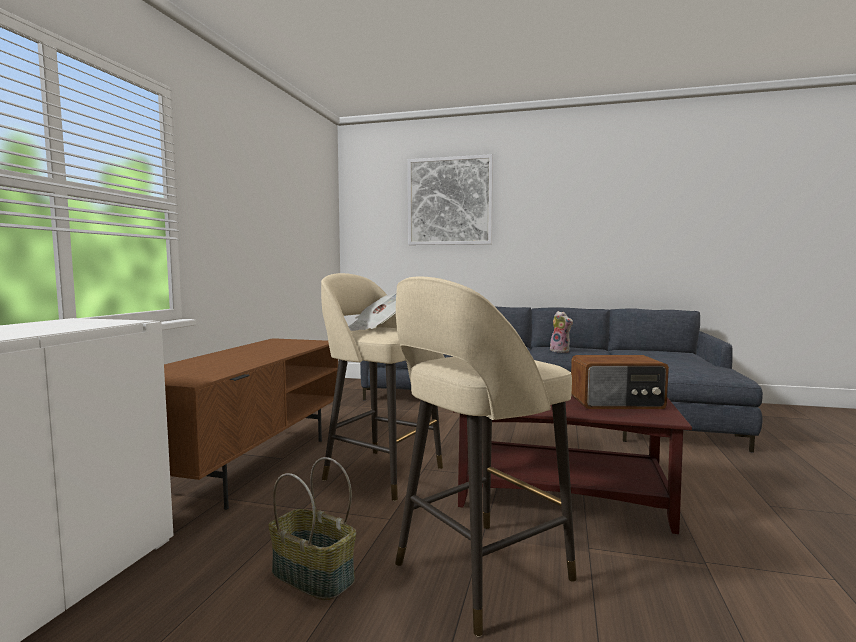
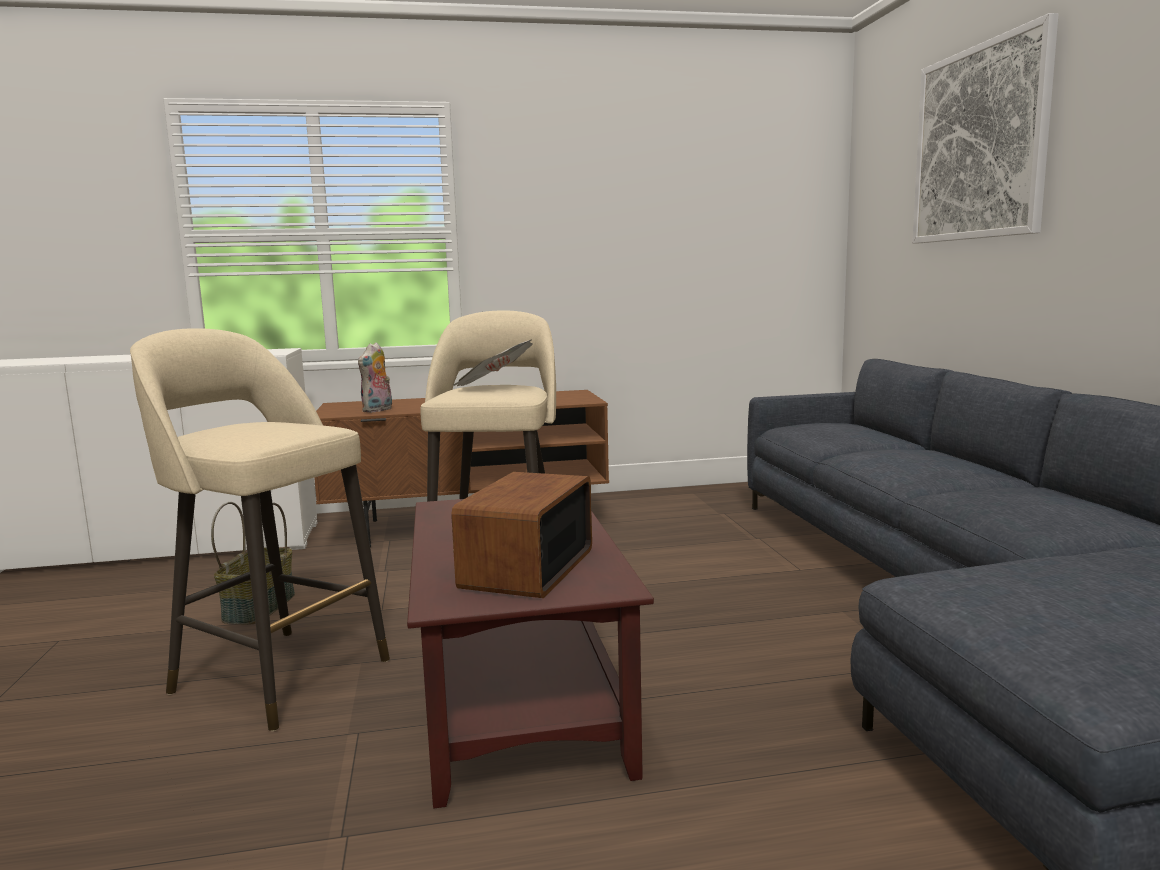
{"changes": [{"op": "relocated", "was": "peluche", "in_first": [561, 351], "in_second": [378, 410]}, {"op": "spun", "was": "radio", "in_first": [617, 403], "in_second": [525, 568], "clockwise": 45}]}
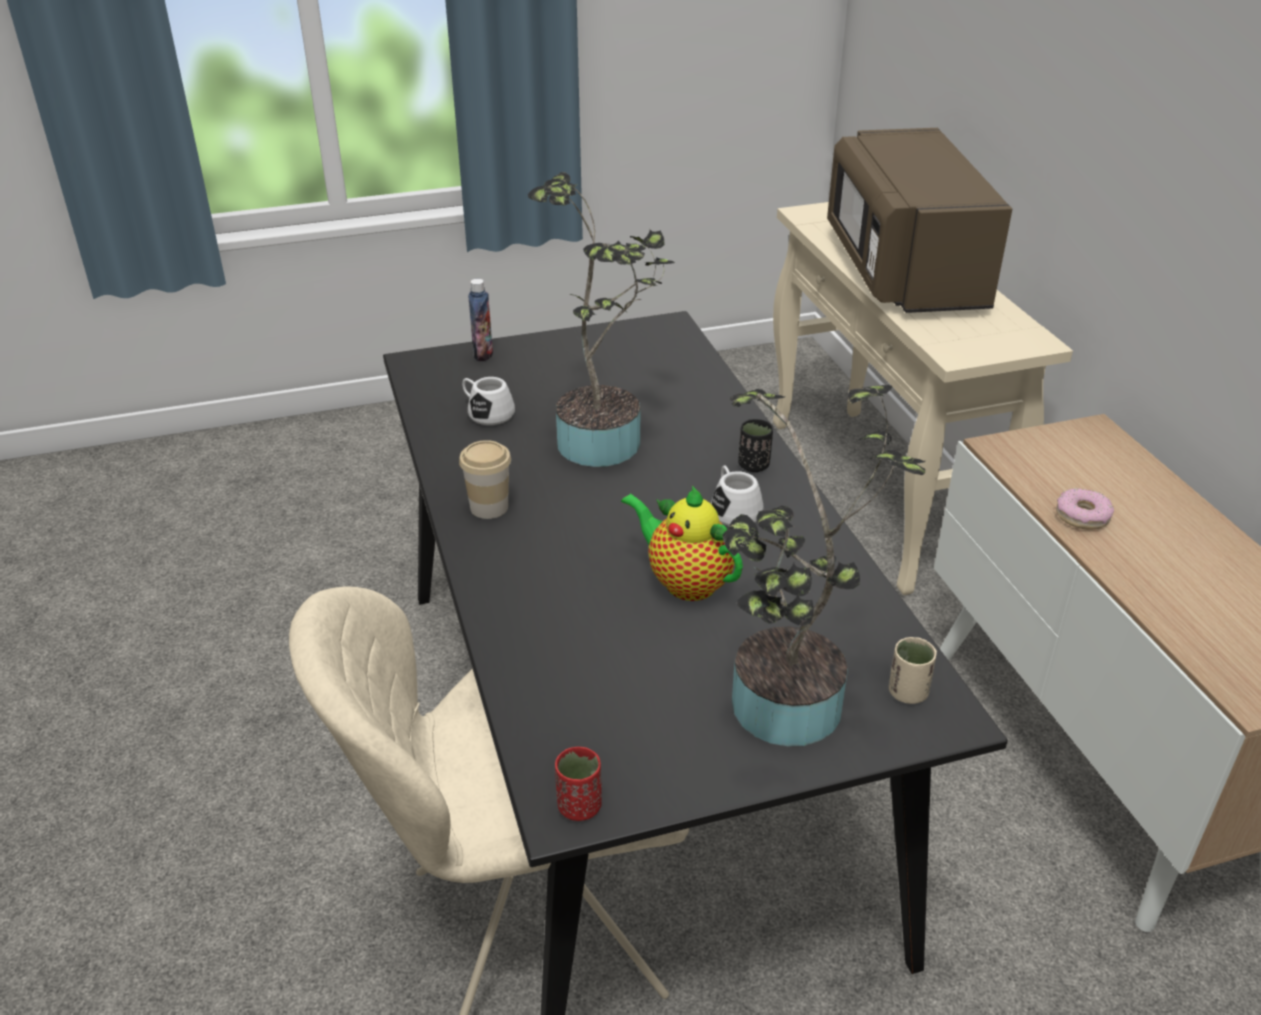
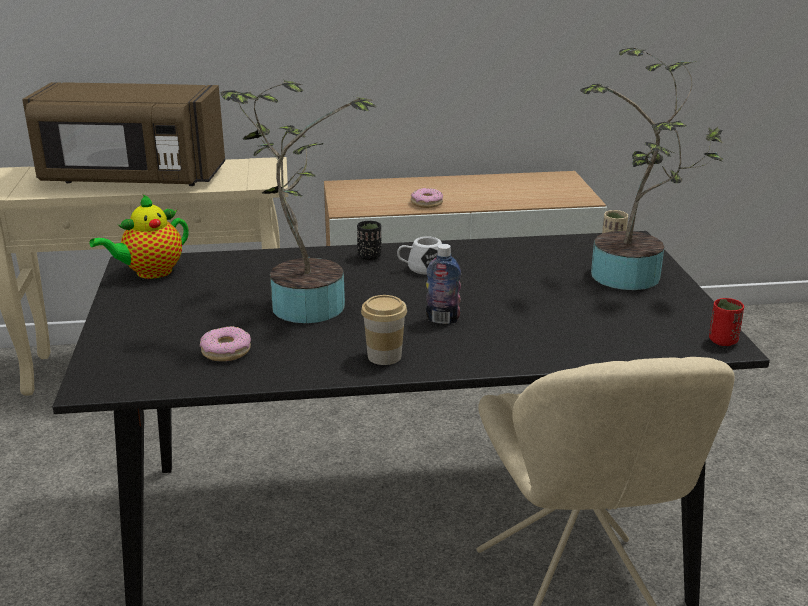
{"changes": [{"op": "relocated", "was": "tetera", "in_first": [685, 581], "in_second": [150, 272]}, {"op": "exchanged", "was": "taza grande (blanco)", "now": "rosquilla", "in_first": [486, 413], "in_second": [226, 351]}, {"op": "relocated", "was": "botella", "in_first": [483, 354], "in_second": [442, 319]}]}
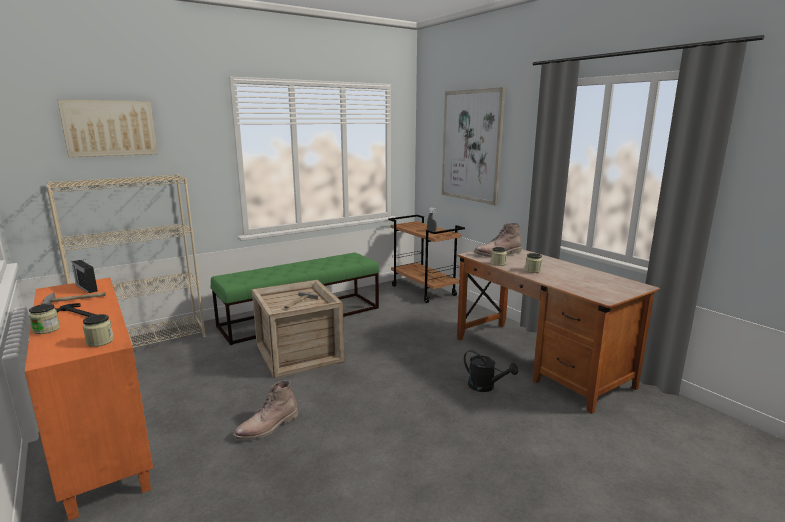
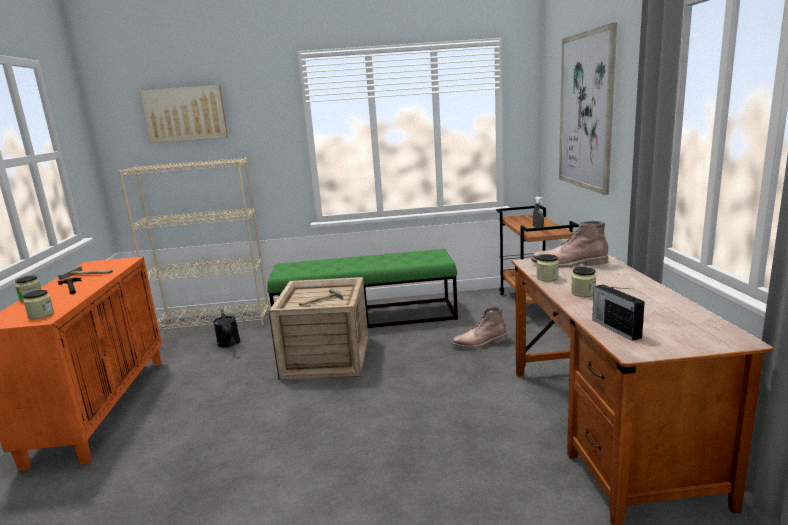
{"changes": [{"op": "relocated", "was": "regadera (negro)", "in_first": [486, 387], "in_second": [229, 344]}, {"op": "relocated", "was": "bota (marrón)", "in_first": [267, 427], "in_second": [479, 343]}, {"op": "relocated", "was": "radio", "in_first": [86, 287], "in_second": [615, 328]}]}
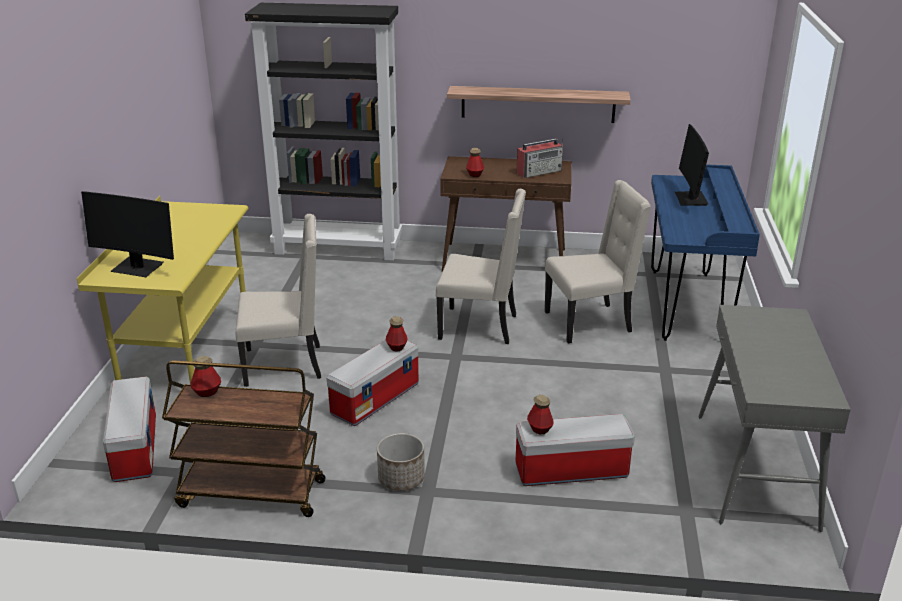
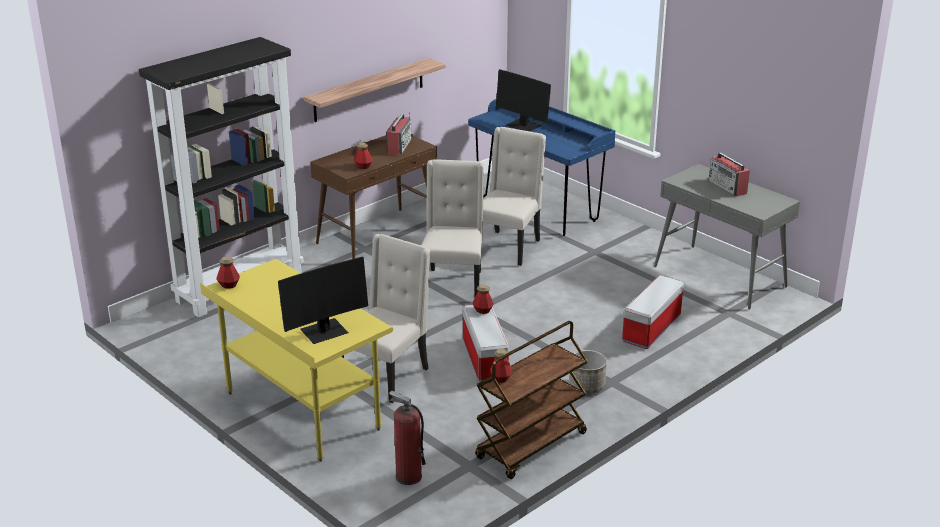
{"changes": [{"op": "relocated", "was": "botella", "in_first": [539, 429], "in_second": [228, 285]}, {"op": "exchanged", "was": "caja de almacenaje", "now": "extintor", "in_first": [134, 447], "in_second": [408, 476]}, {"op": "spun", "was": "silla (beis)", "in_first": [480, 326], "in_second": [452, 284], "clockwise": -45}, {"op": "appeared", "now": "radio", "in_second": [728, 187]}]}
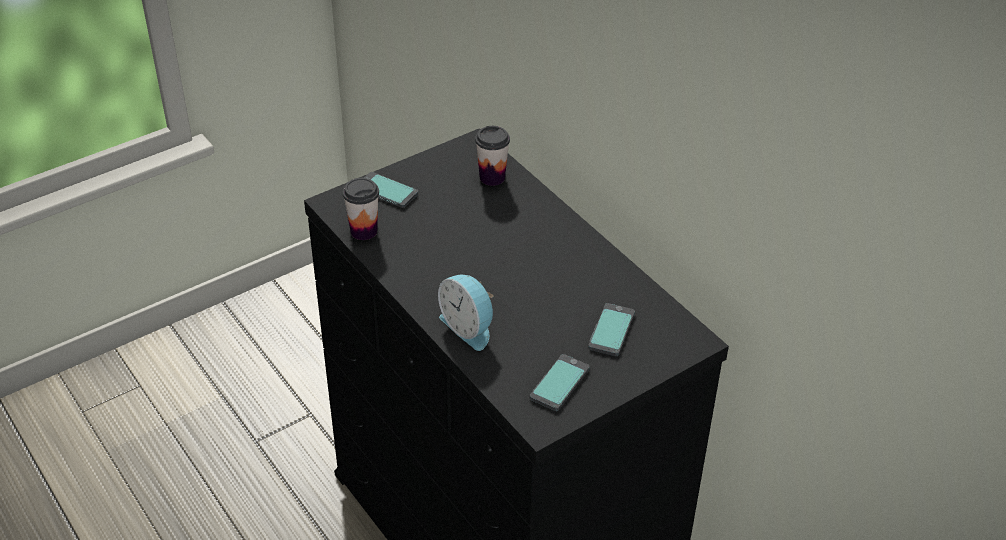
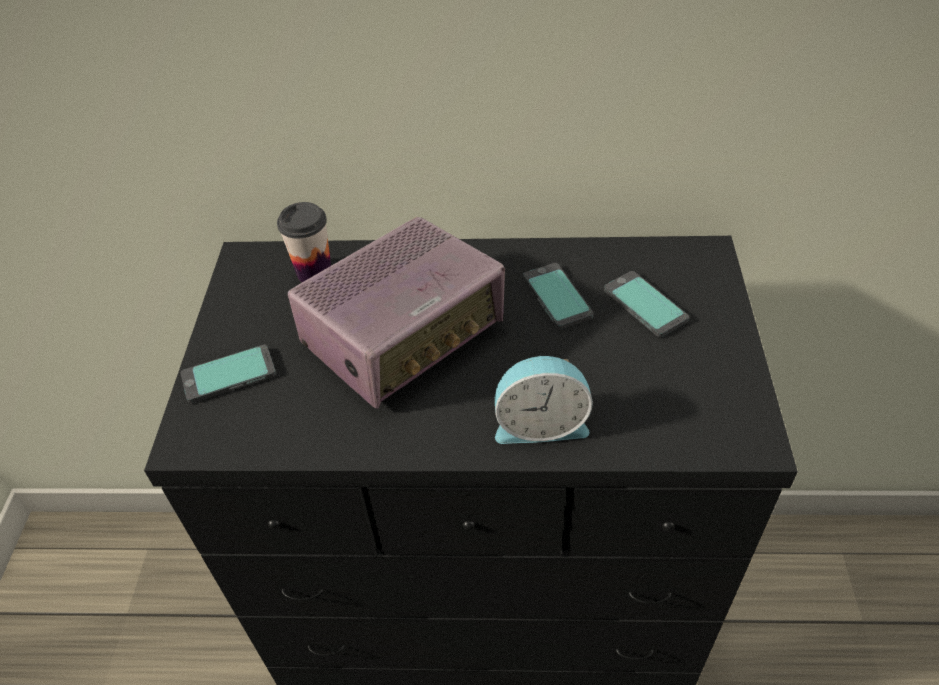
{"changes": [{"op": "appeared", "now": "radio", "in_second": [404, 334]}, {"op": "relocated", "was": "móvil", "in_first": [559, 383], "in_second": [556, 297]}, {"op": "missing", "was": "taza", "in_first": [364, 231]}]}
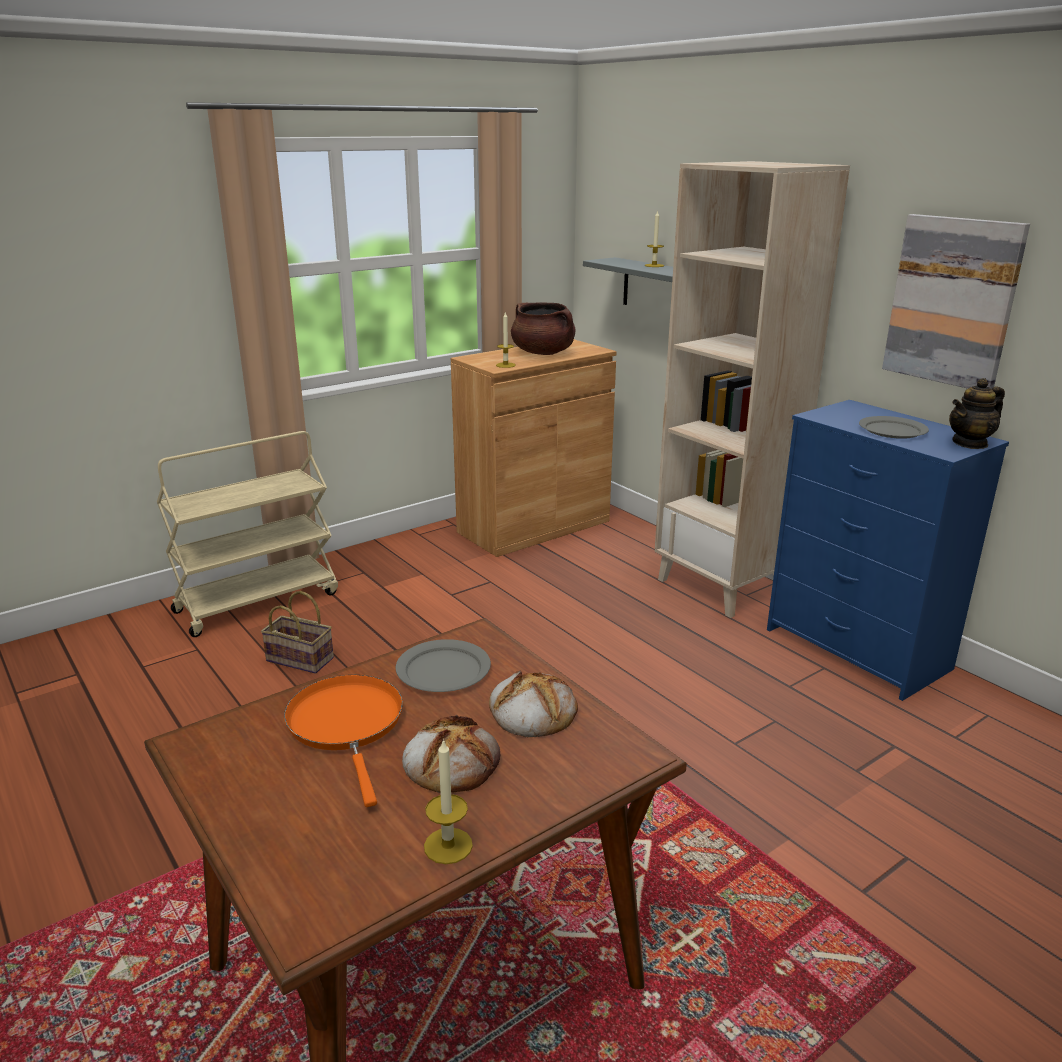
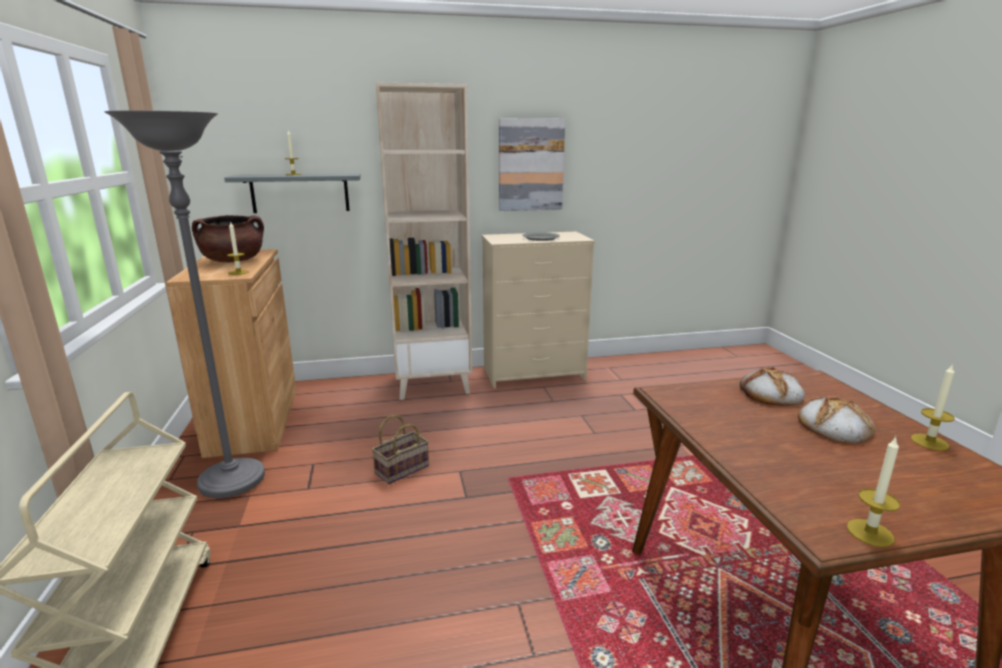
{"changes": [{"op": "appeared", "now": "lámpara de pie (gris)", "in_second": [232, 481]}, {"op": "relocated", "was": "cesta", "in_first": [302, 659], "in_second": [402, 468]}, {"op": "colour", "was": "cómoda (azul)", "now": "cómoda (beis)", "in_first": [858, 649], "in_second": [534, 373]}, {"op": "appeared", "now": "vela", "in_second": [870, 532]}, {"op": "missing", "was": "sartén (naranja)", "in_first": [347, 725]}, {"op": "missing", "was": "plato (gris)", "in_first": [443, 670]}, {"op": "missing", "was": "tetera", "in_first": [970, 443]}]}
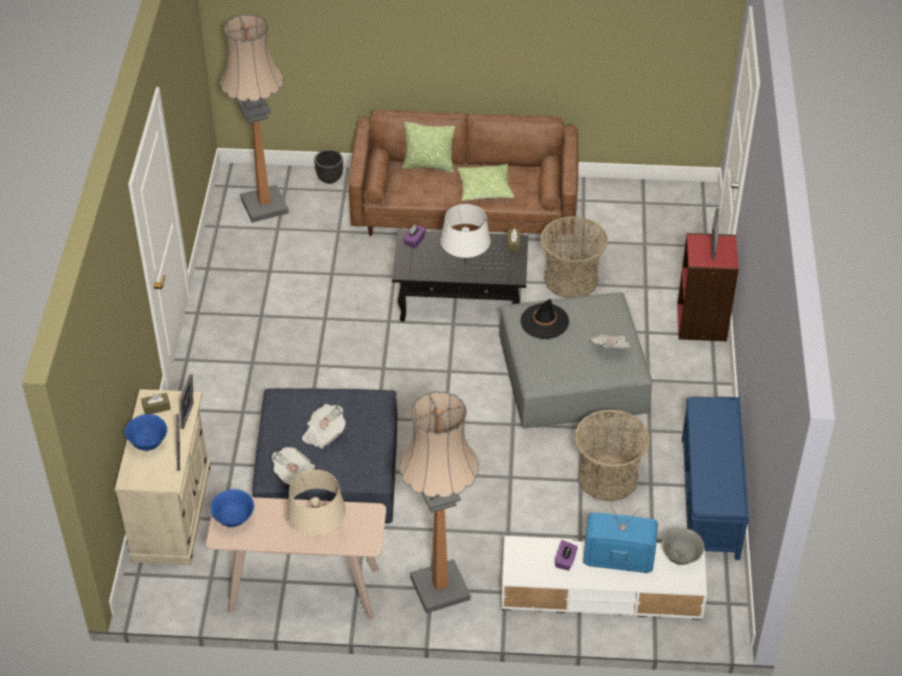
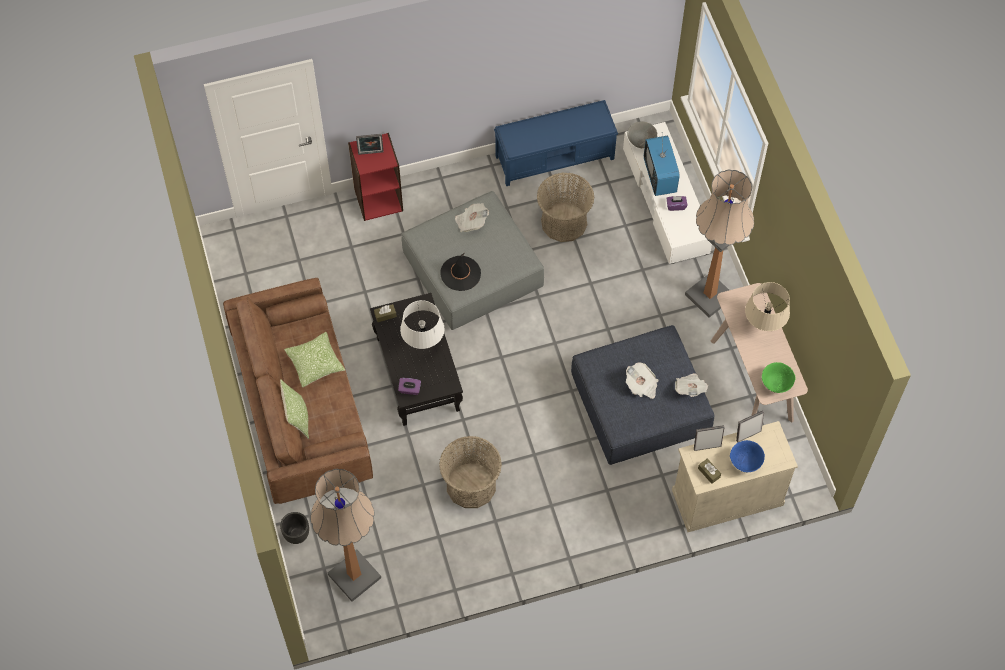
{"changes": [{"op": "relocated", "was": "cesta", "in_first": [571, 279], "in_second": [471, 485]}, {"op": "colour", "was": "cuenco (azul)", "now": "cuenco (verde)", "in_first": [234, 519], "in_second": [776, 384]}]}
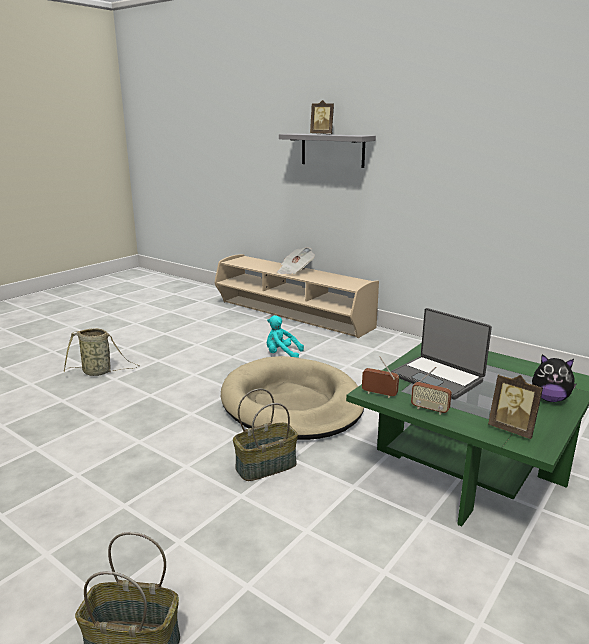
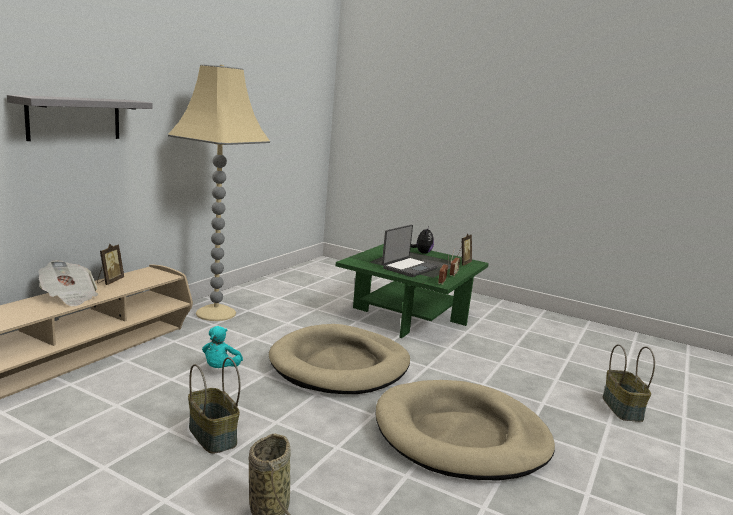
{"changes": [{"op": "relocated", "was": "portarretratos", "in_first": [322, 134], "in_second": [109, 281]}, {"op": "appeared", "now": "lámpara de pie (beis)", "in_second": [216, 313]}, {"op": "relocated", "was": "cesta", "in_first": [266, 465], "in_second": [211, 435]}, {"op": "appeared", "now": "cama para perro (beis)", "in_second": [461, 435]}]}
